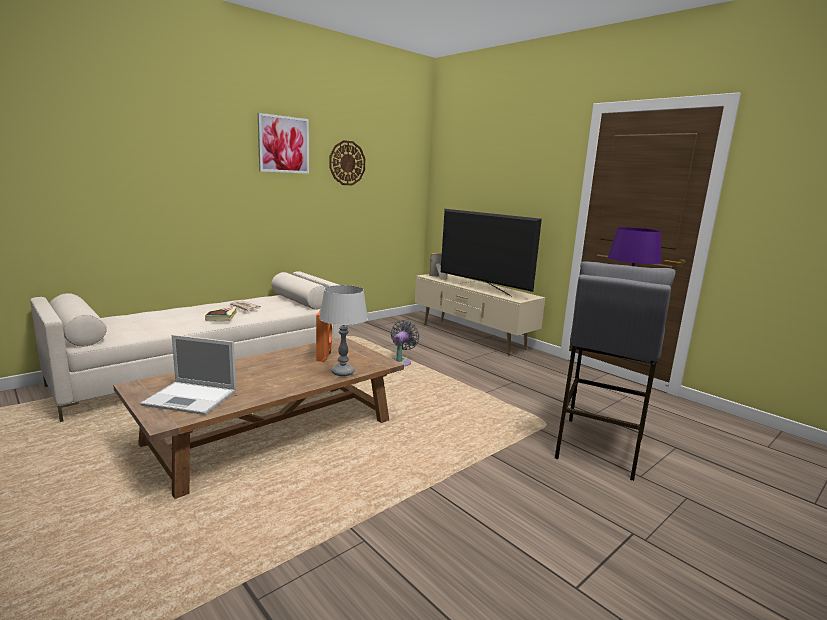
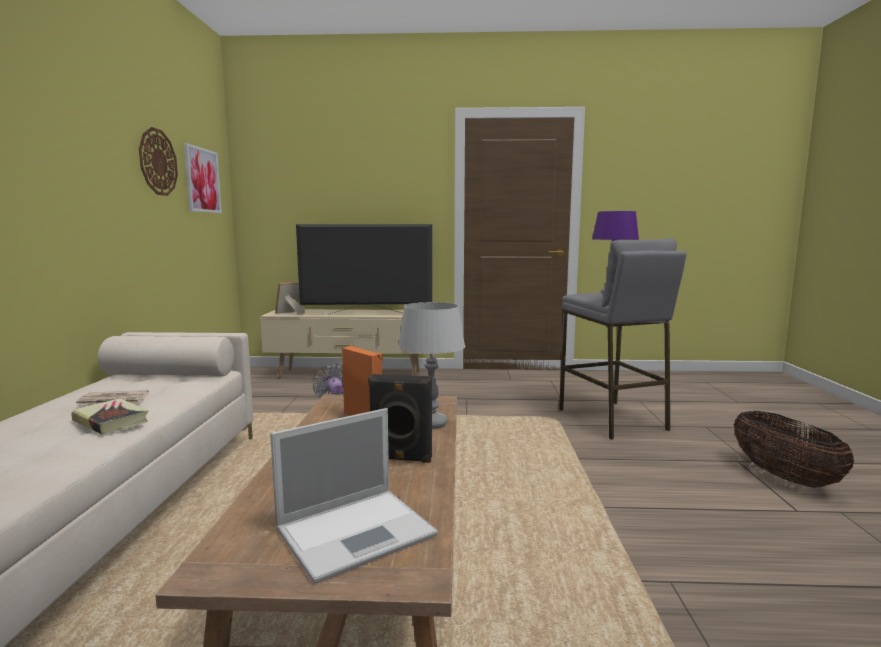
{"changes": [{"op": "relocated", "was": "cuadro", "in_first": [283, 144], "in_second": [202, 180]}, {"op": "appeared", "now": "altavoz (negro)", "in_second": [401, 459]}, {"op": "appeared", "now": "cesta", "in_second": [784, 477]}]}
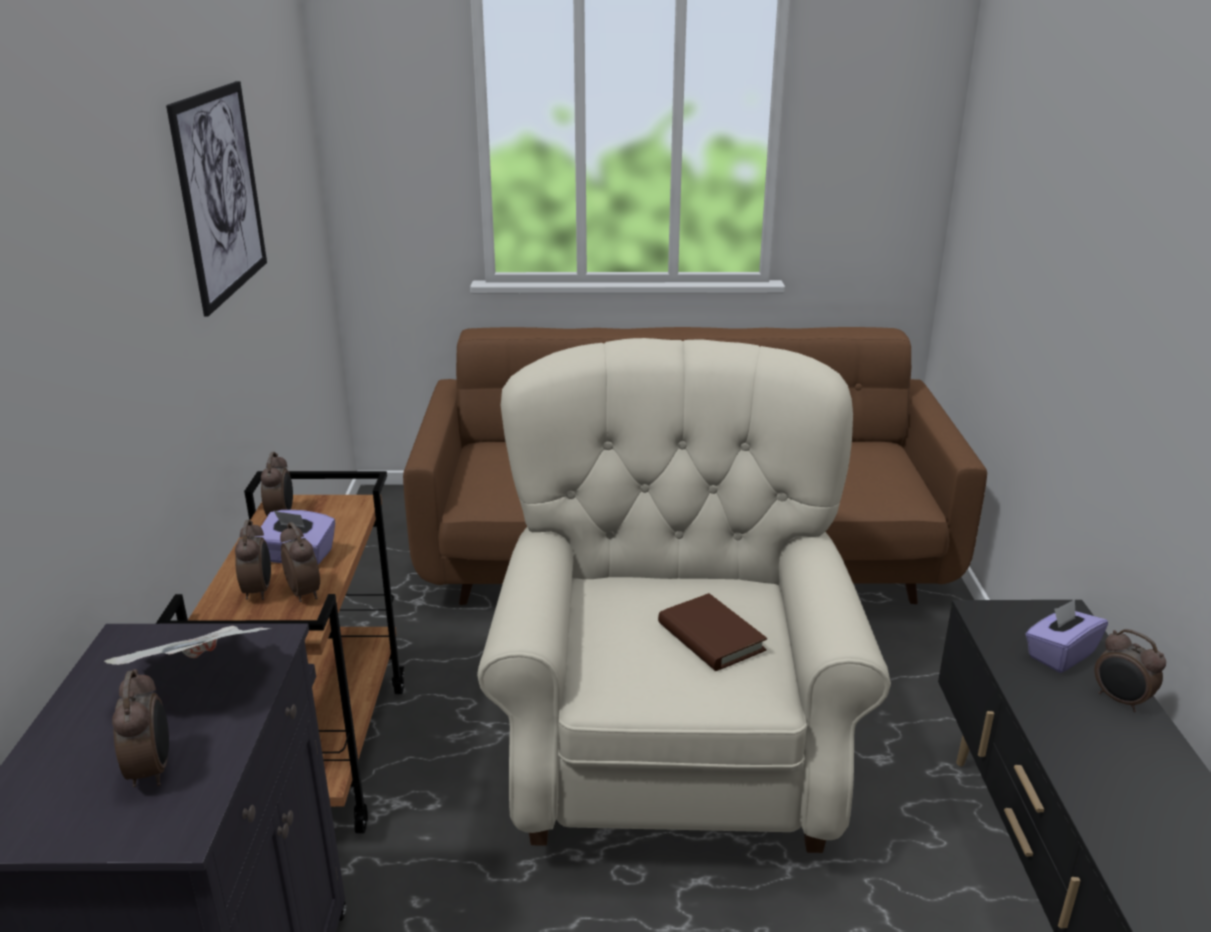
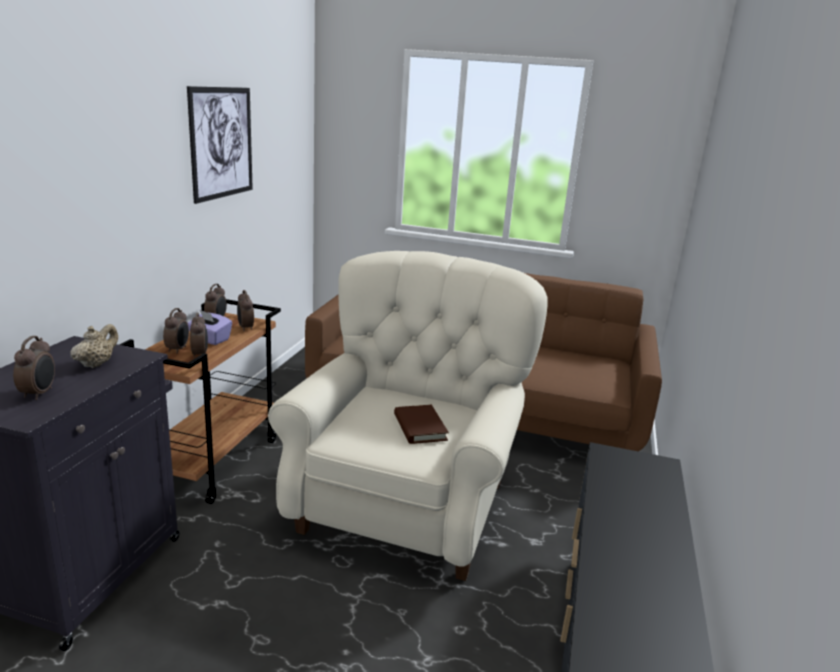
{"changes": [{"op": "exchanged", "was": "periódico", "now": "tetera (beis)", "in_first": [202, 676], "in_second": [96, 364]}, {"op": "relocated", "was": "despertador", "in_first": [1120, 700], "in_second": [245, 328]}, {"op": "missing", "was": "caja de pañuelos (morado)", "in_first": [1060, 654]}]}
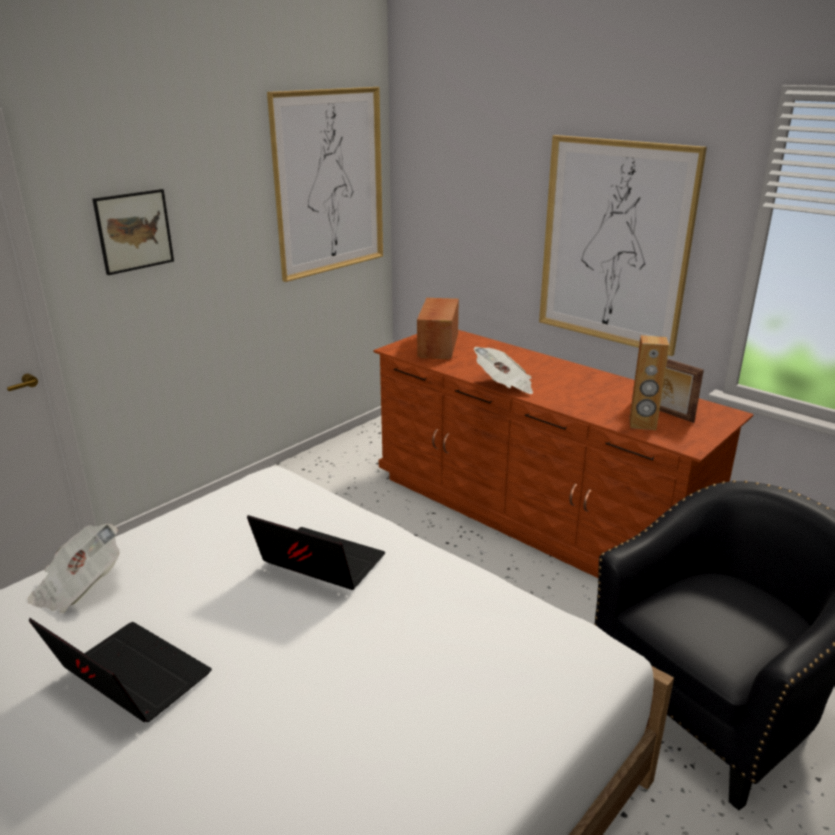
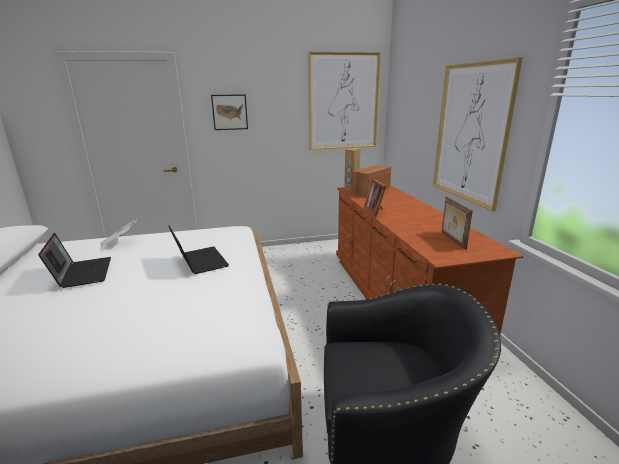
{"changes": [{"op": "relocated", "was": "altavoz (marrón)", "in_first": [642, 424], "in_second": [351, 189]}, {"op": "exchanged", "was": "periódico", "now": "portarretratos", "in_first": [504, 386], "in_second": [375, 211]}]}
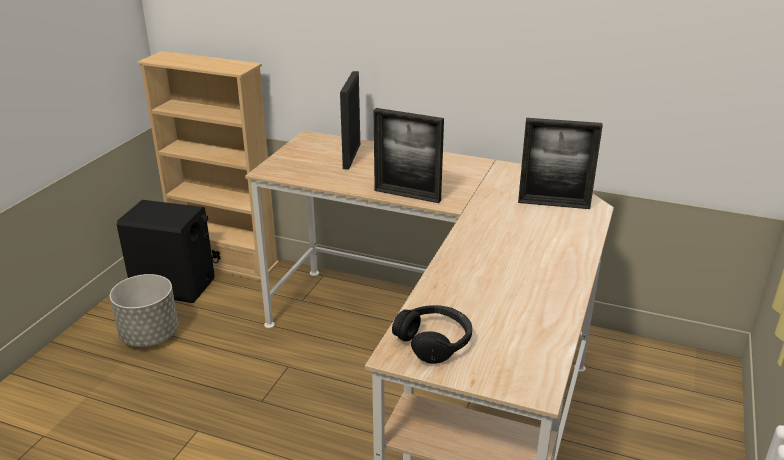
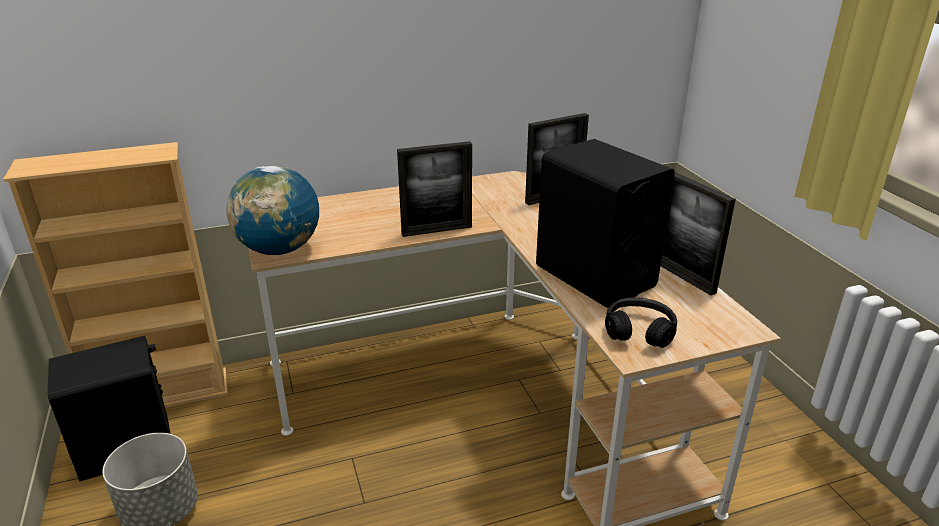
{"changes": [{"op": "appeared", "now": "globo terráqueo", "in_second": [279, 250]}, {"op": "appeared", "now": "altavoz (negro)", "in_second": [594, 276]}, {"op": "relocated", "was": "portarretratos", "in_first": [351, 156], "in_second": [682, 276]}]}
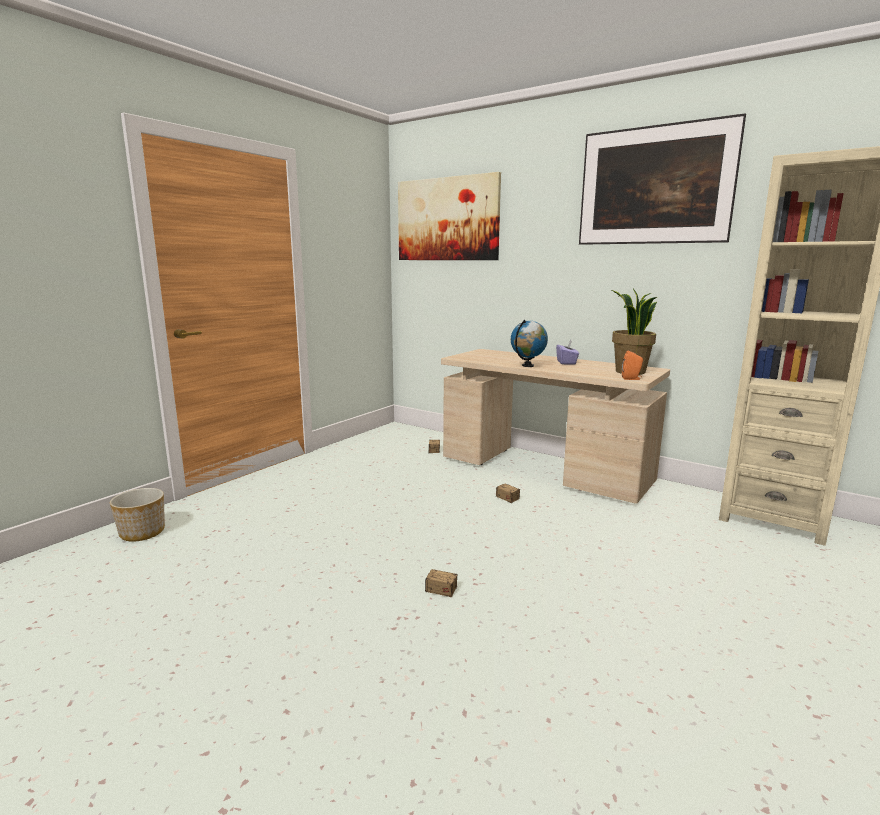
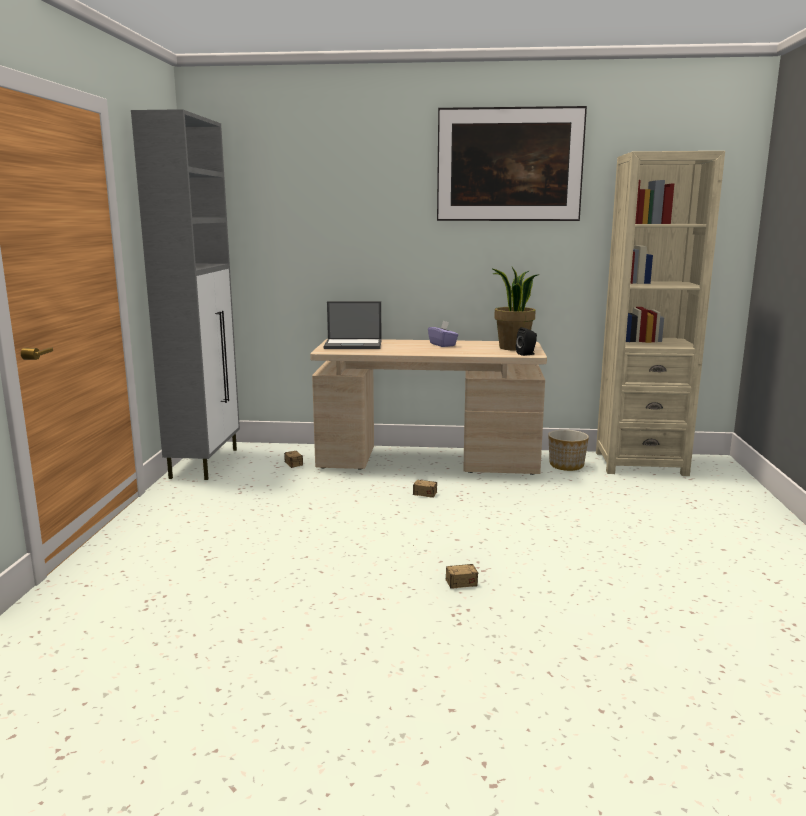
{"changes": [{"op": "appeared", "now": "armario (gris)", "in_second": [205, 463]}, {"op": "appeared", "now": "portátil", "in_second": [354, 344]}, {"op": "colour", "was": "altavoz (naranja)", "now": "altavoz (negro)", "in_first": [632, 379], "in_second": [527, 354]}, {"op": "relocated", "was": "maceta", "in_first": [143, 532], "in_second": [566, 465]}, {"op": "missing", "was": "cuadro", "in_first": [447, 219]}, {"op": "missing", "was": "globo terráqueo", "in_first": [528, 366]}]}
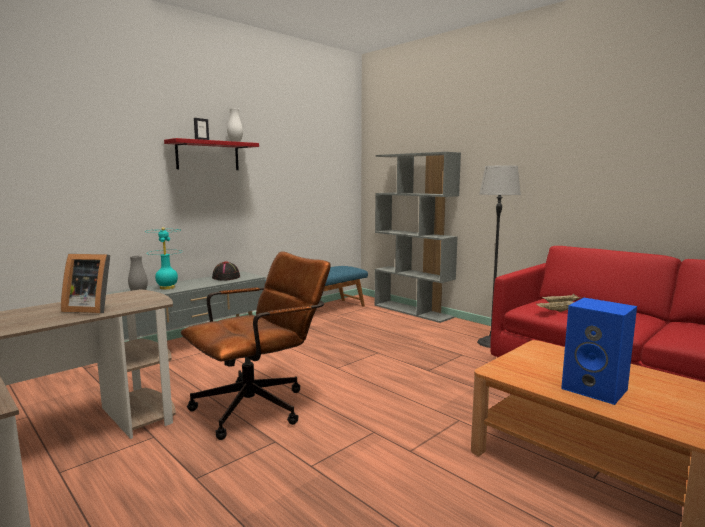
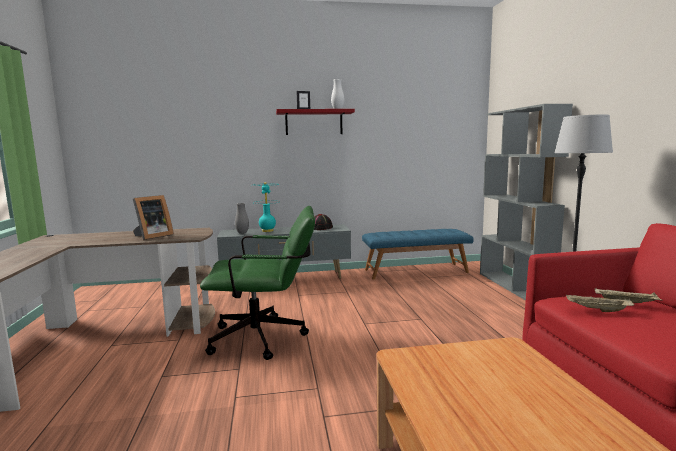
{"changes": [{"op": "spun", "was": "portarretratos", "in_first": [90, 309], "in_second": [152, 236], "clockwise": -90}, {"op": "colour", "was": "silla de oficina (marrón)", "now": "silla de oficina (verde)", "in_first": [260, 405], "in_second": [266, 338]}, {"op": "missing", "was": "altavoz (azul)", "in_first": [596, 389]}]}
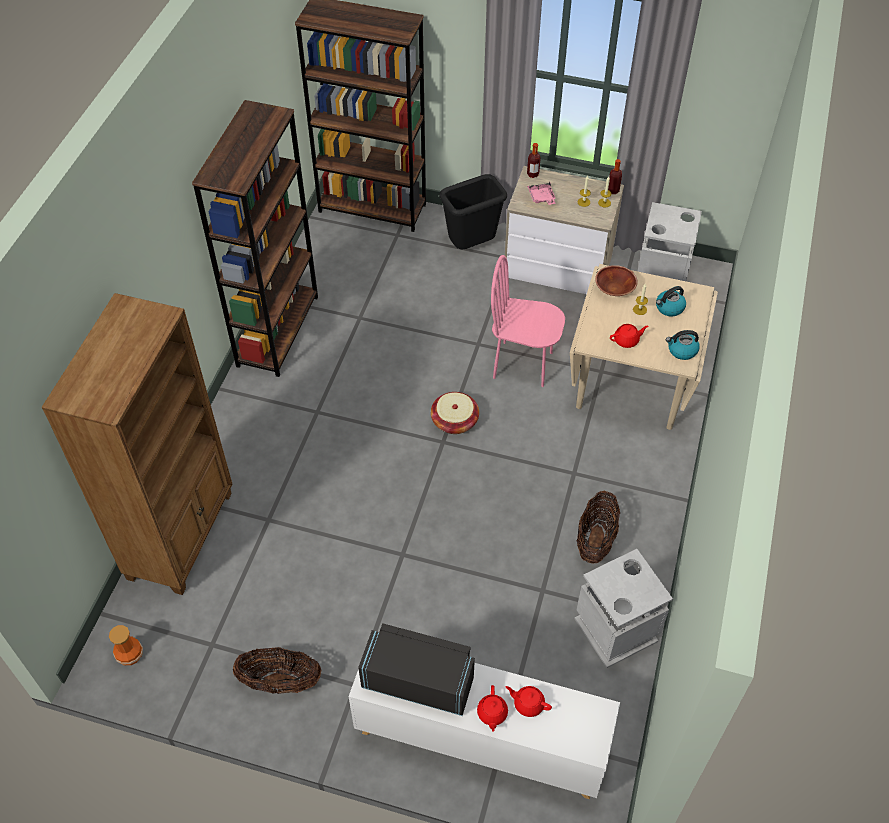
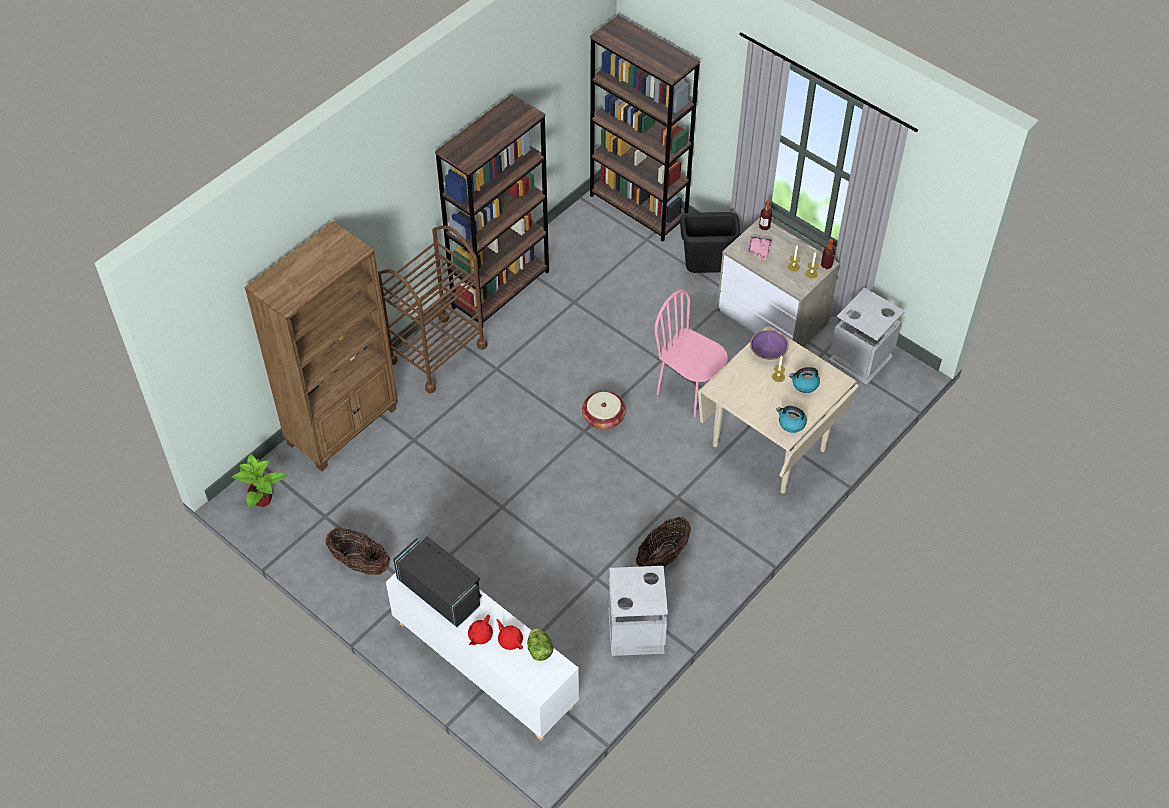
{"changes": [{"op": "exchanged", "was": "florero", "now": "planta en maceta", "in_first": [129, 655], "in_second": [263, 500]}, {"op": "appeared", "now": "carrito (marrón)", "in_second": [437, 353]}, {"op": "appeared", "now": "lechuga", "in_second": [539, 650]}, {"op": "colour", "was": "cuenco (marrón)", "now": "cuenco (morado)", "in_first": [614, 289], "in_second": [768, 352]}, {"op": "missing", "was": "tetera (rojo)", "in_first": [626, 340]}]}
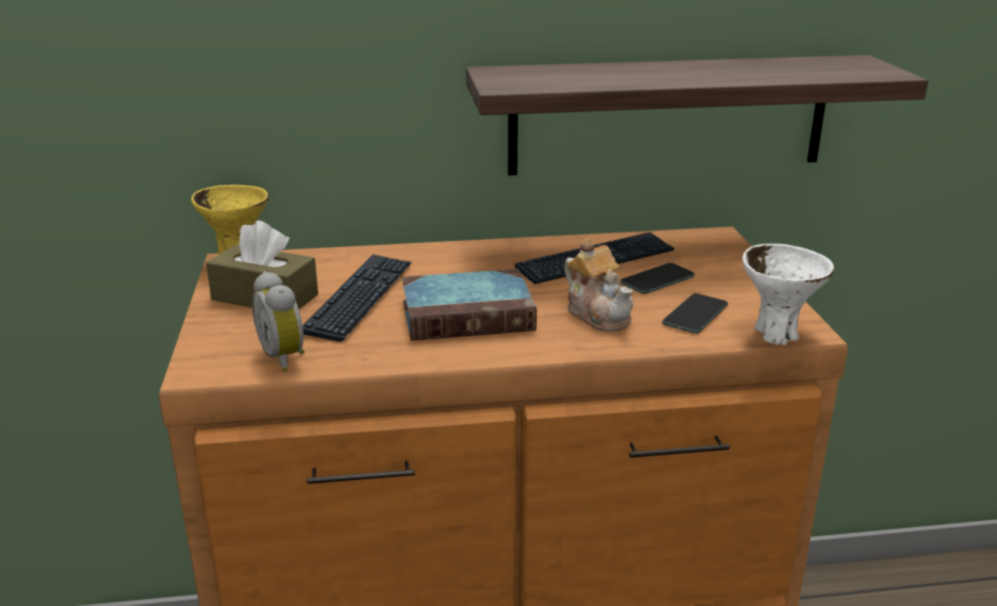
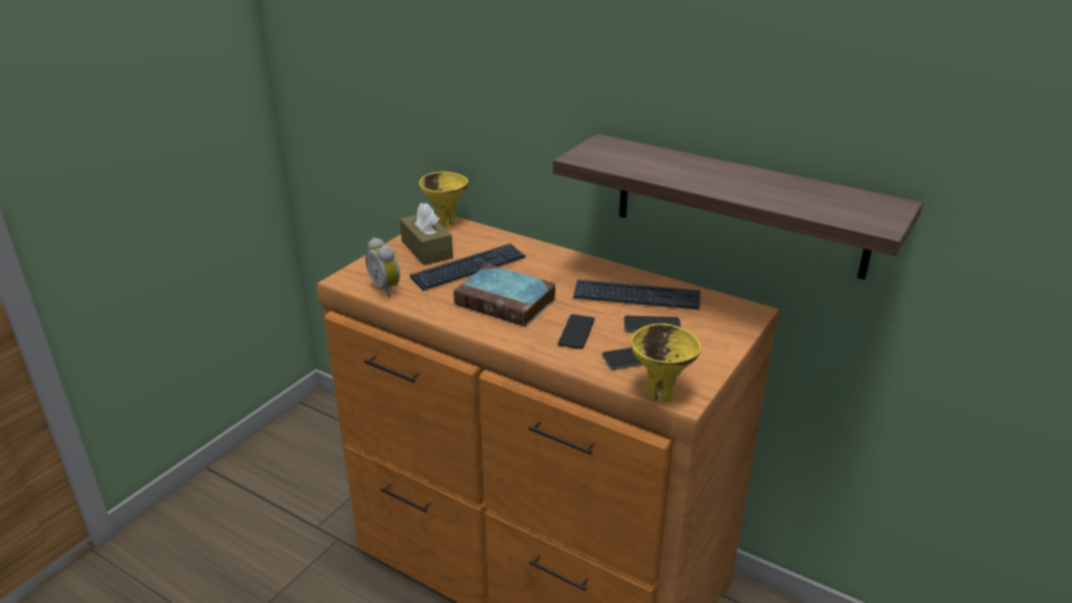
{"changes": [{"op": "spun", "was": "despertador", "in_first": [286, 358], "in_second": [387, 288], "clockwise": -45}, {"op": "exchanged", "was": "tetera", "now": "móvil", "in_first": [598, 314], "in_second": [576, 332]}, {"op": "colour", "was": "cuenco (blanco)", "now": "cuenco (amarillo)", "in_first": [776, 334], "in_second": [660, 393]}]}
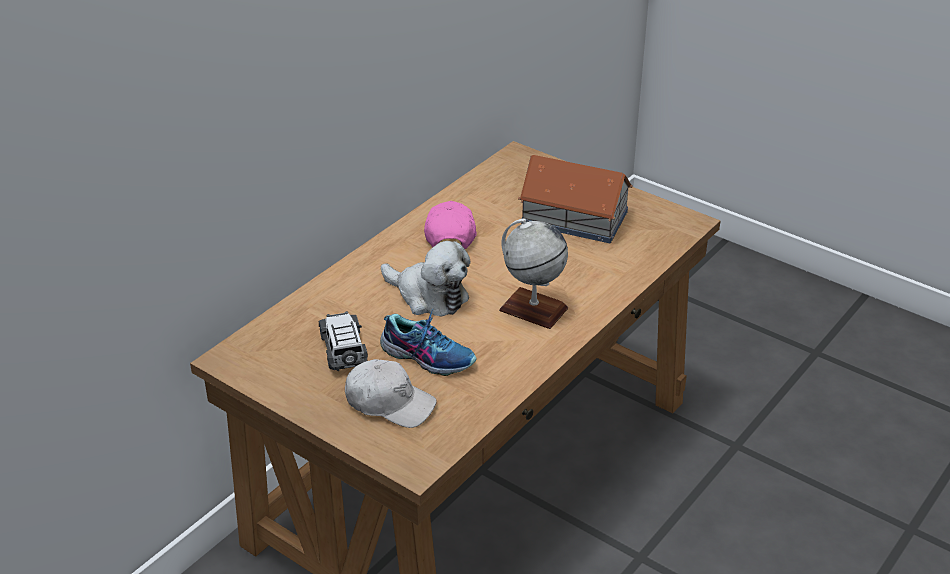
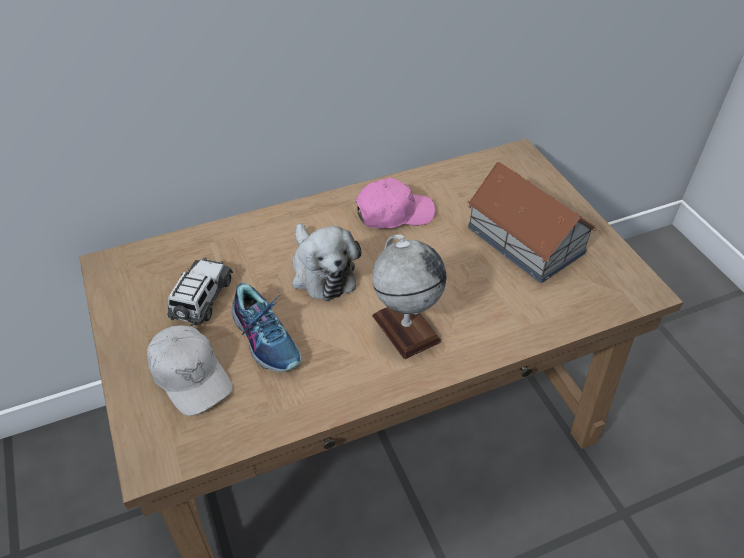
{"changes": [{"op": "spun", "was": "gorra (rosa)", "in_first": [450, 234], "in_second": [394, 213], "clockwise": 45}]}
